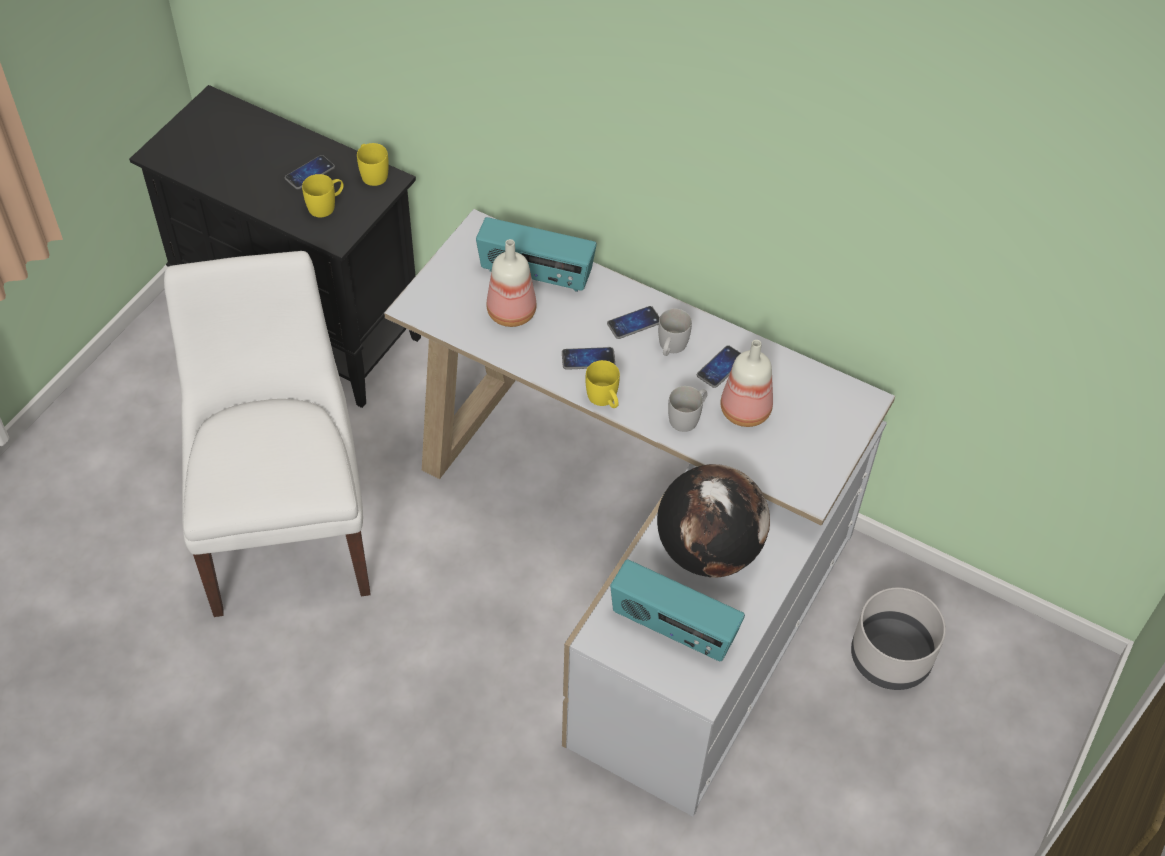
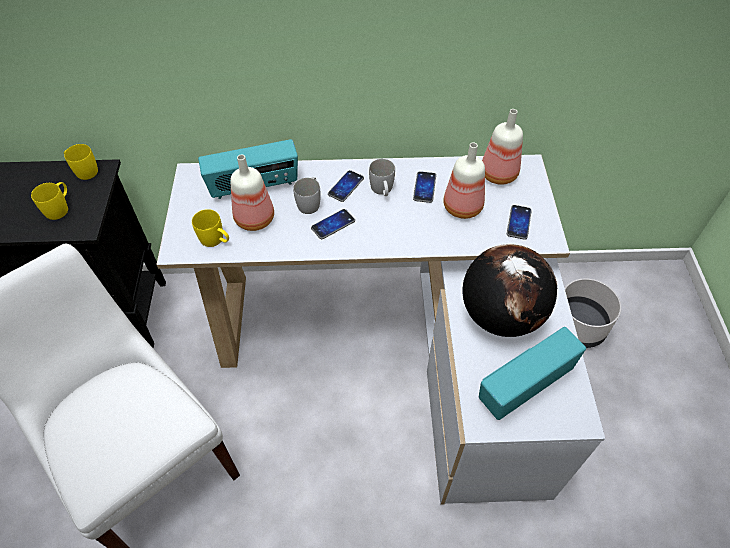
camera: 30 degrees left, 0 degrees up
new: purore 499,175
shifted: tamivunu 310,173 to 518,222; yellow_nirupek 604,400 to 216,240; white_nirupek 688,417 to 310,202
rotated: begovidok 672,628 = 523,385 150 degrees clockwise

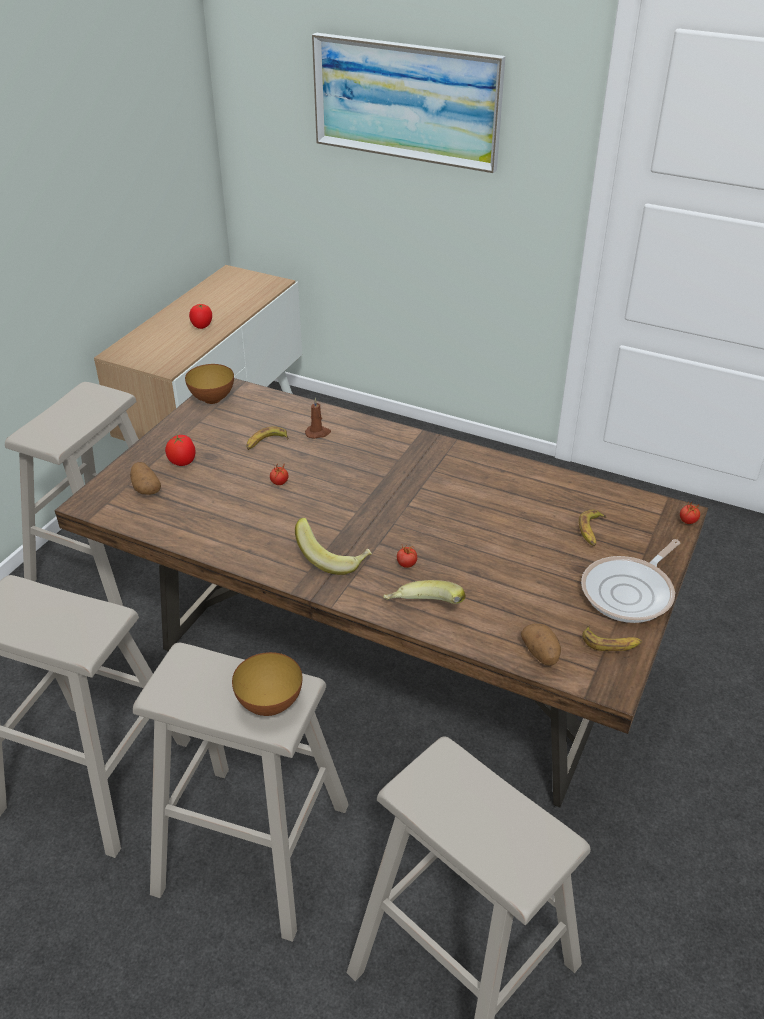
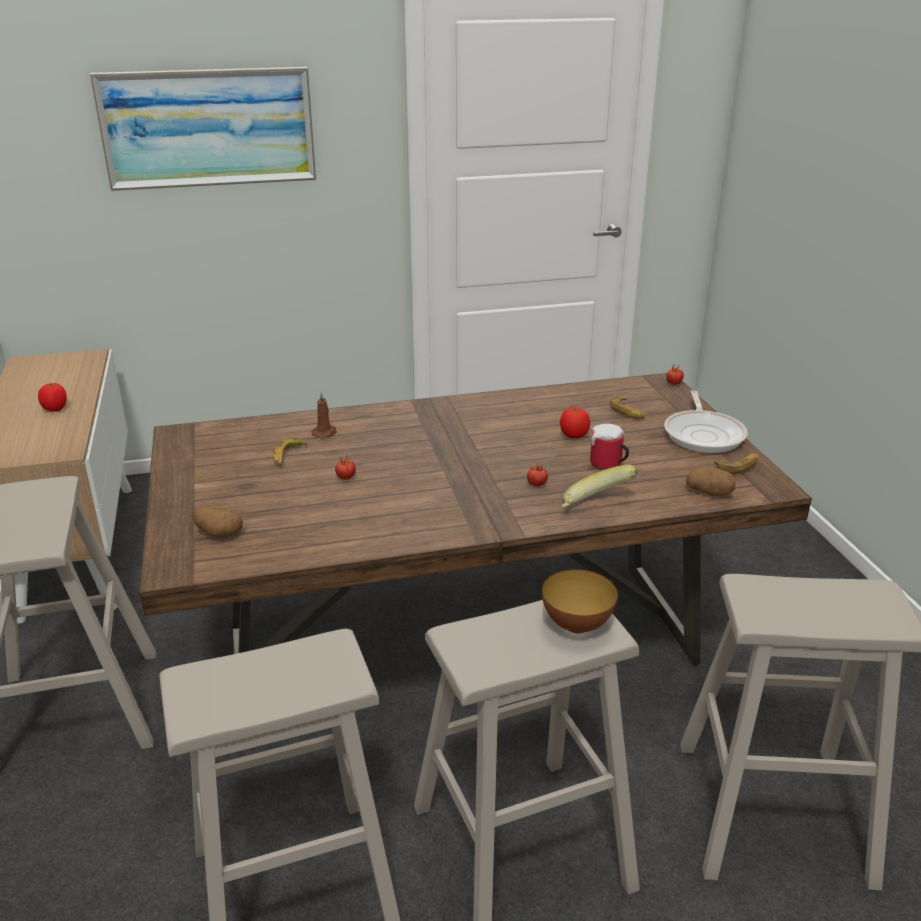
camera: 40 degrees left, 10 degrees down
gone: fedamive 212,399; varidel 333,558
new: nirupek 608,465
shifted: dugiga 182,461 to 573,436

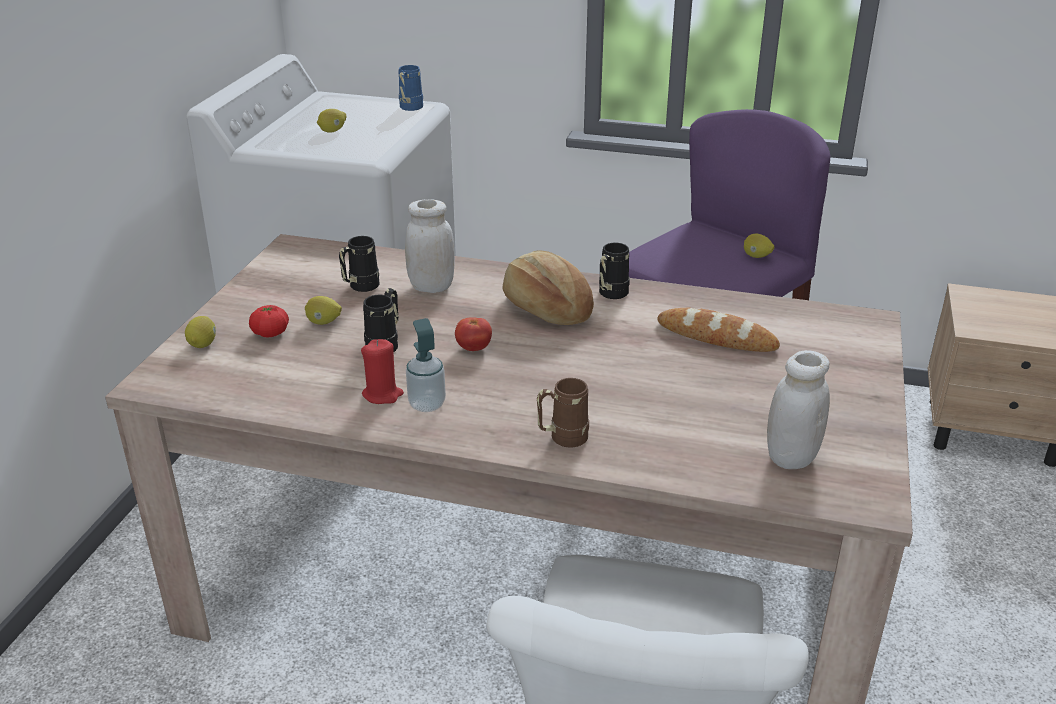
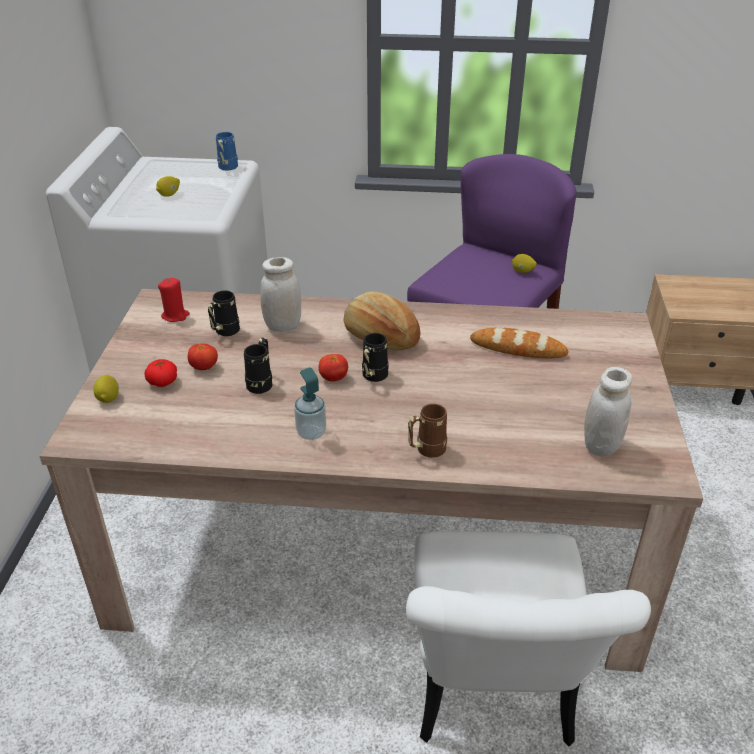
camera: 10 degrees left, 5 degrees up
shifted: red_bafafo 382,395 to 175,316; black_nirupek 610,295 to 373,377
swapped: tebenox 323,322 to dugiga 204,367

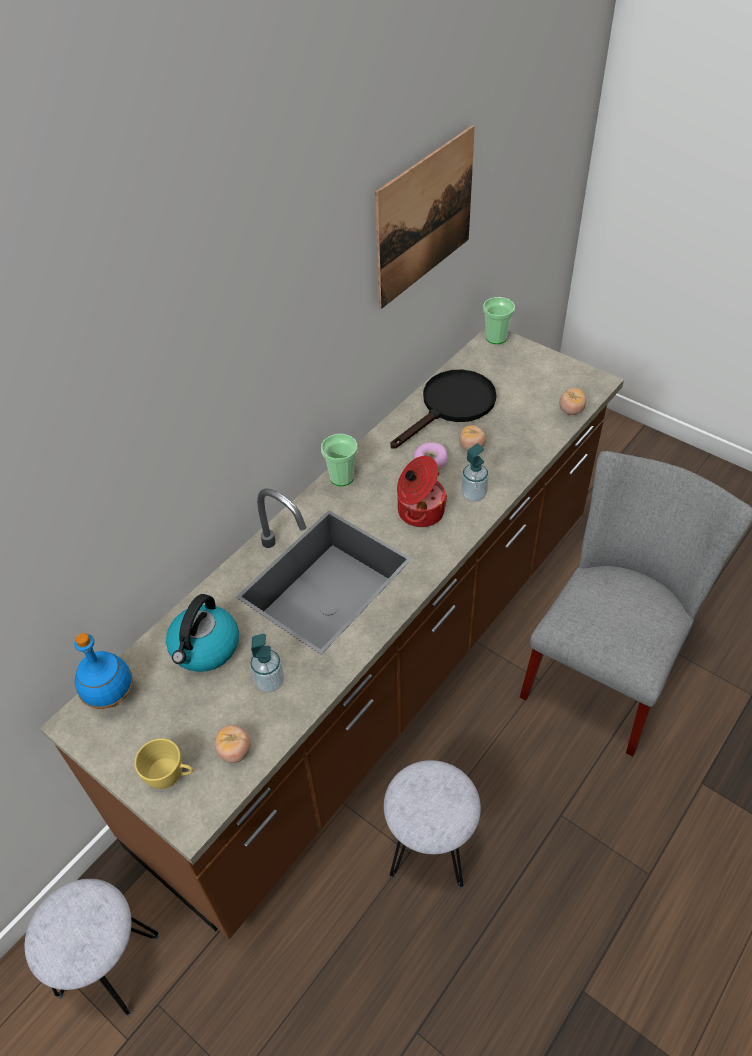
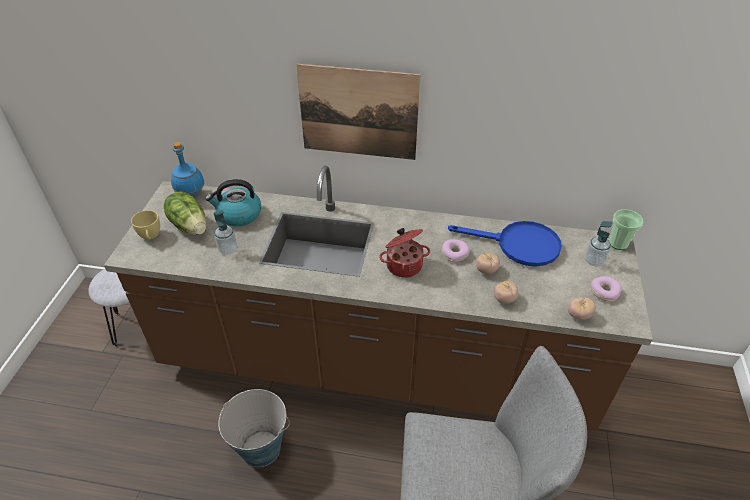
camera: 60 degrees right, 5 degrees down
gone: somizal 341,477
new: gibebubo 190,225; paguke 604,292
shifted: dugiga 235,751 to 504,299; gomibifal 425,217 to 358,113; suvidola 473,494 to 594,261
swapped: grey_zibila 430,848 to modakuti 260,448
repainted: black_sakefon 452,406 to blue_sakefon 518,245

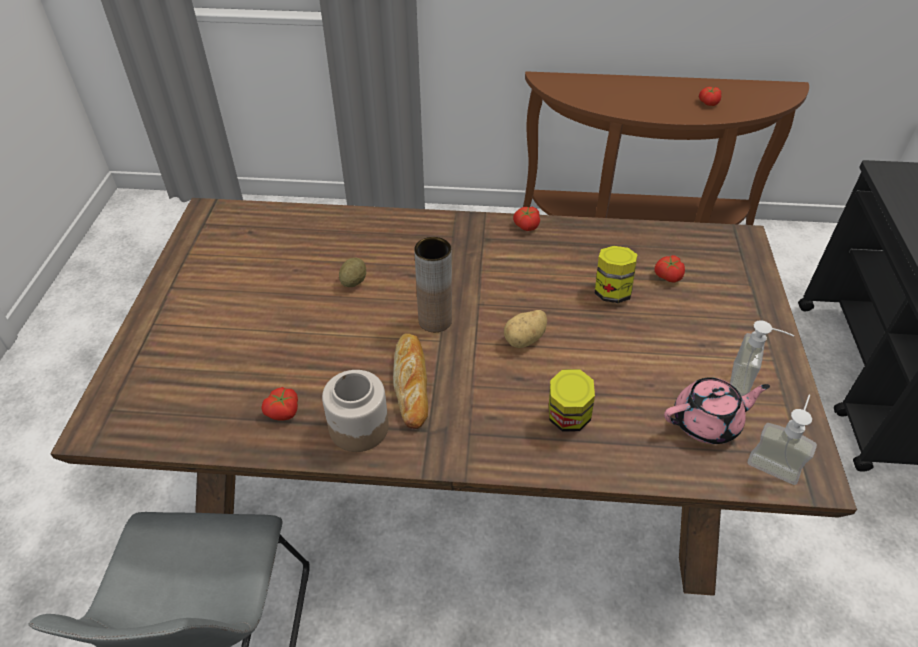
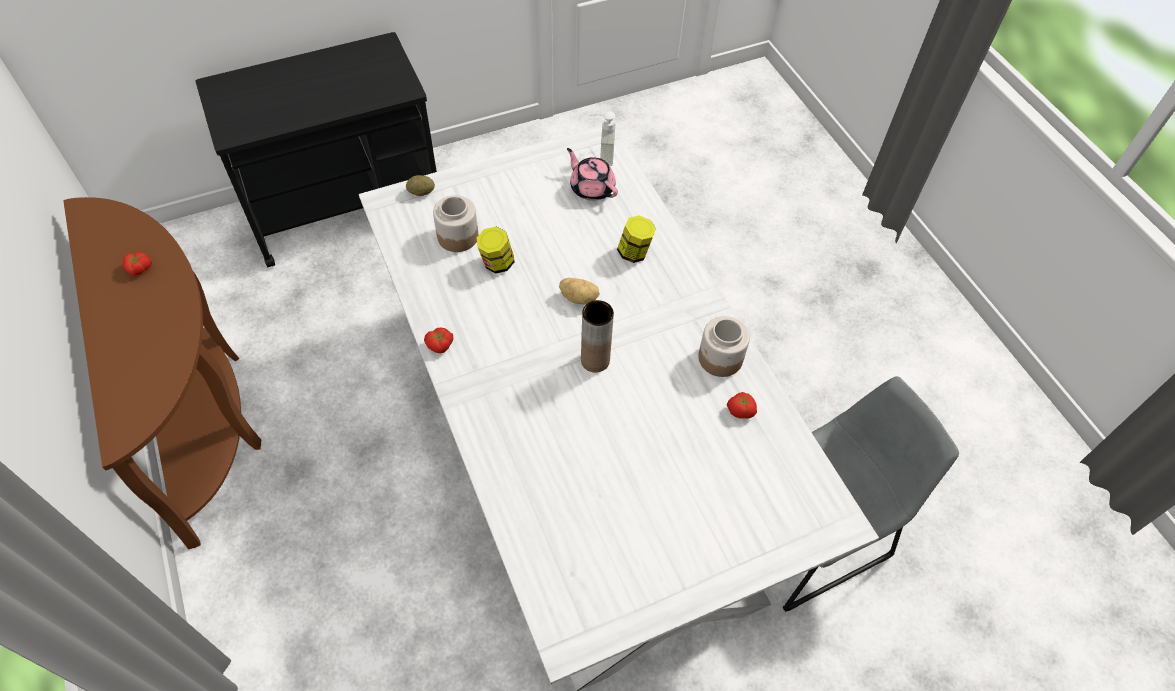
camera: 120 degrees left, 10 degrees up
gone: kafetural 411,383; suvidola 749,382
shifted: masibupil 353,281 to 421,192
swapped: dugiga 667,276 to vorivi 458,236
repainted: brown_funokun 460,471 to white_funokun 581,450

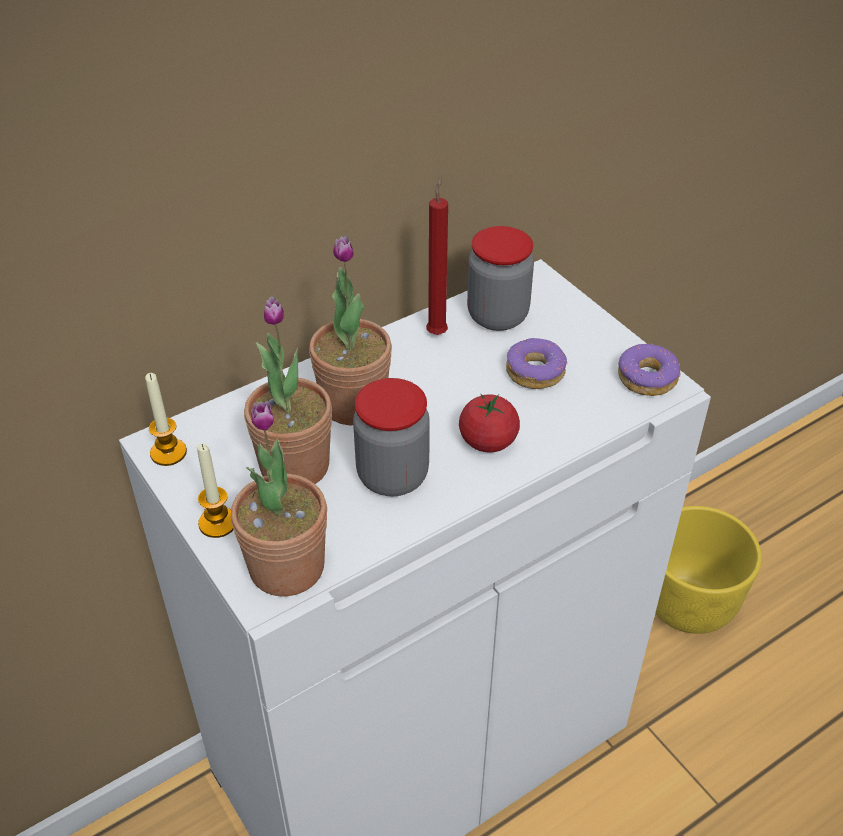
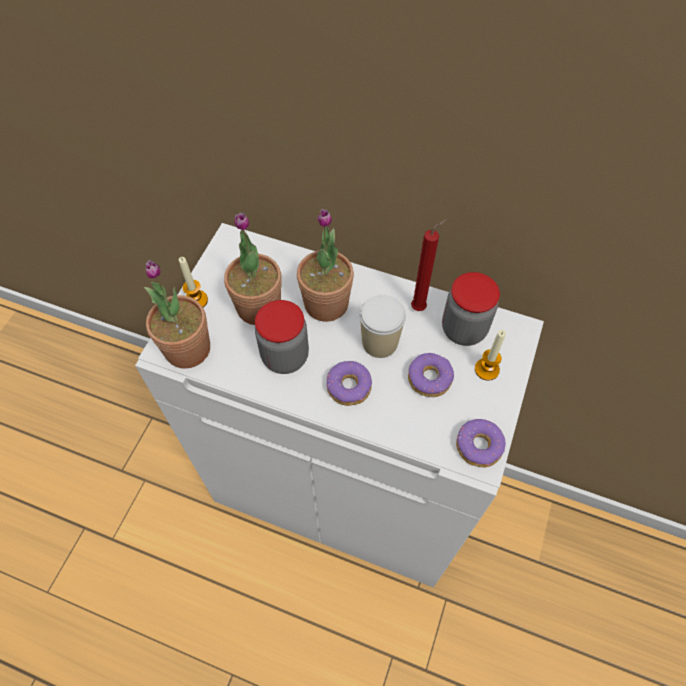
camera: 55 degrees right, 15 degrees up
gone: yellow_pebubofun 688,604
new: somizal 380,342
shifted: bafafo 168,453 to 486,369
swapped: dugiga 488,441 to paguke 349,387

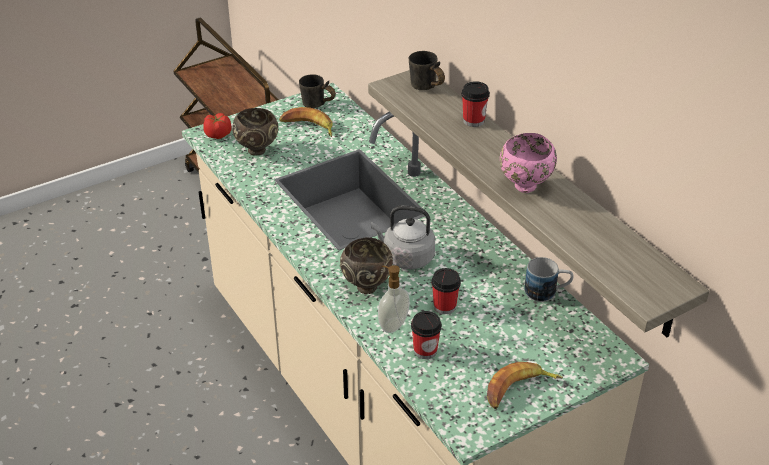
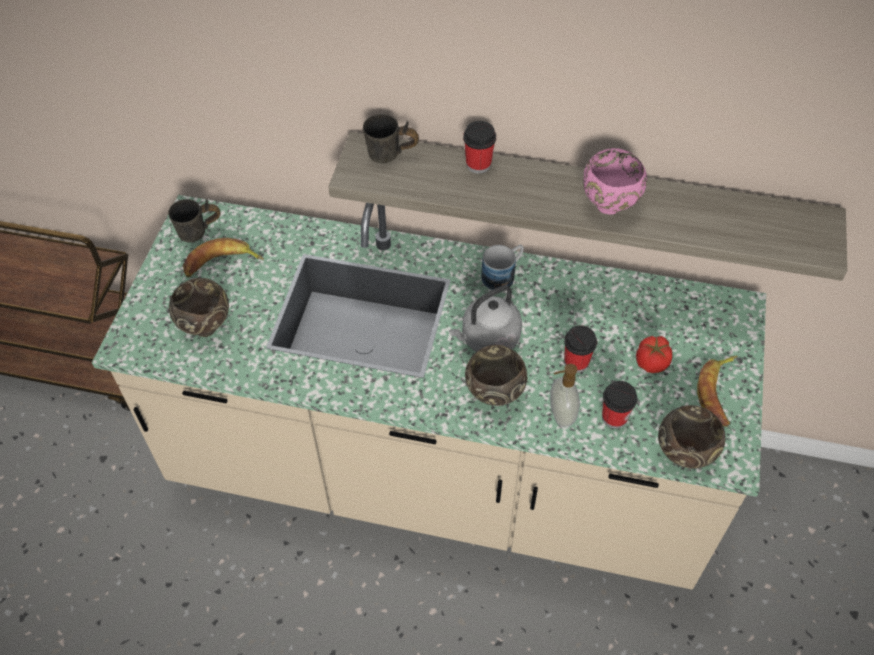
camera: 45 degrees left, 15 degrees up
new: brown_fedamive 684,455
shifted: dugiga 218,135 to 651,362; nirupek 547,292 to 503,275

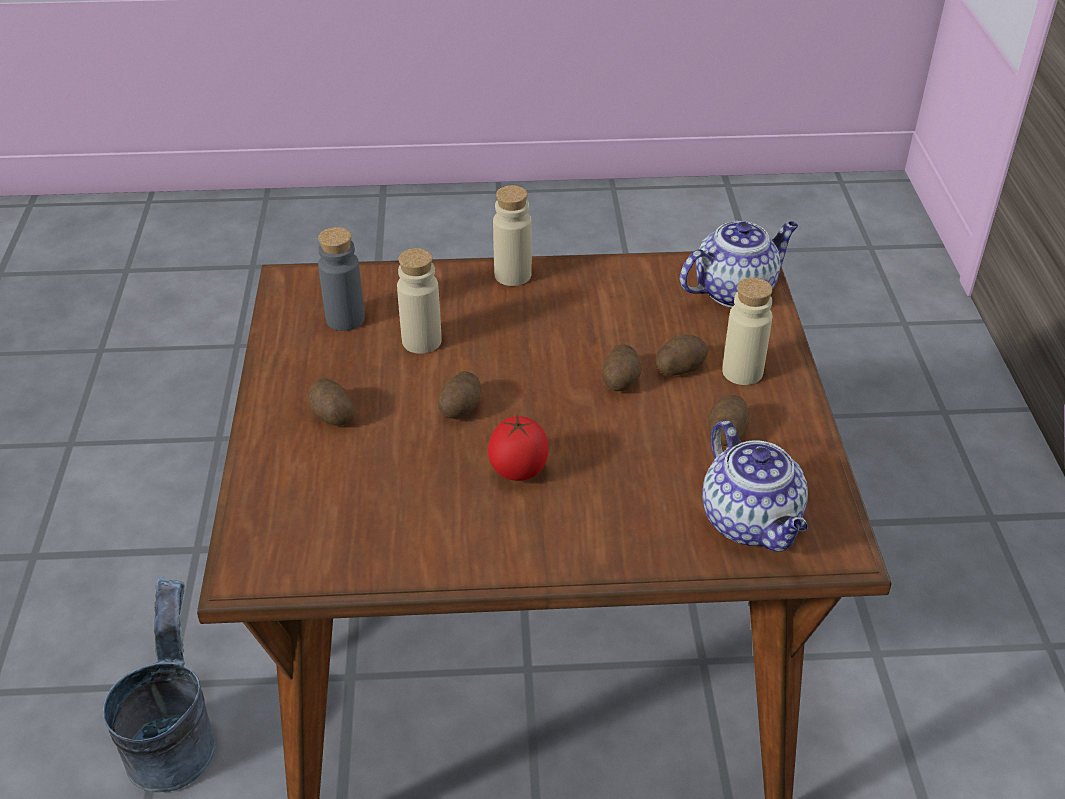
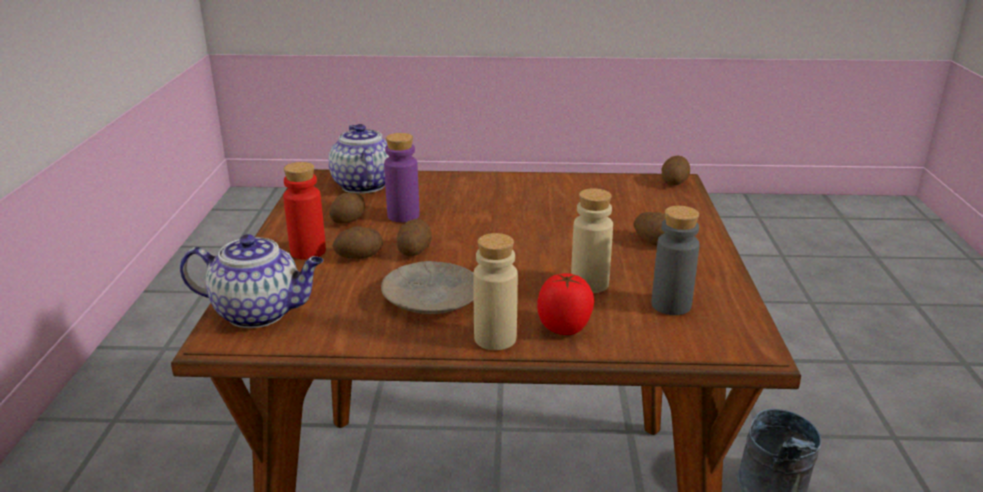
camera: 175 degrees left, 15 degrees down
new: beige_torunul 431,298; purple_purore 403,216
shifted: masibupil 461,408 to 674,181; dugiga 517,471 to 565,328
repainted: beige_purore 742,372 to red_purore 308,251
rotated: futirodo 735,290 = 260,312 150 degrees counterclockwise

